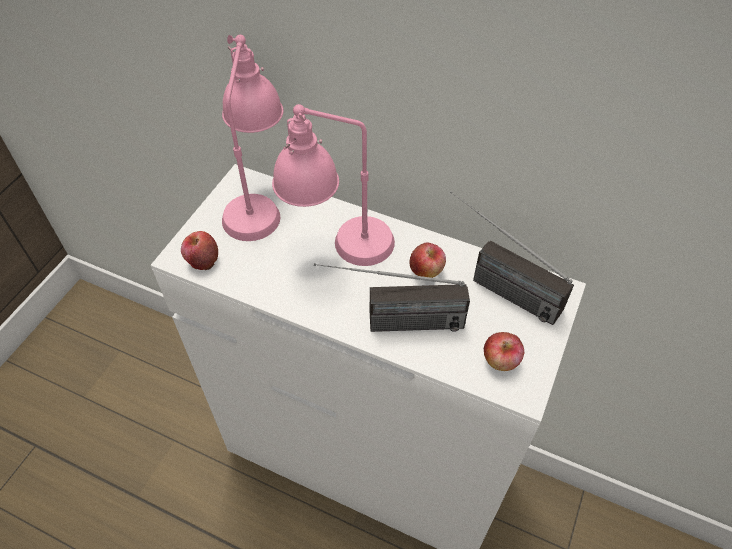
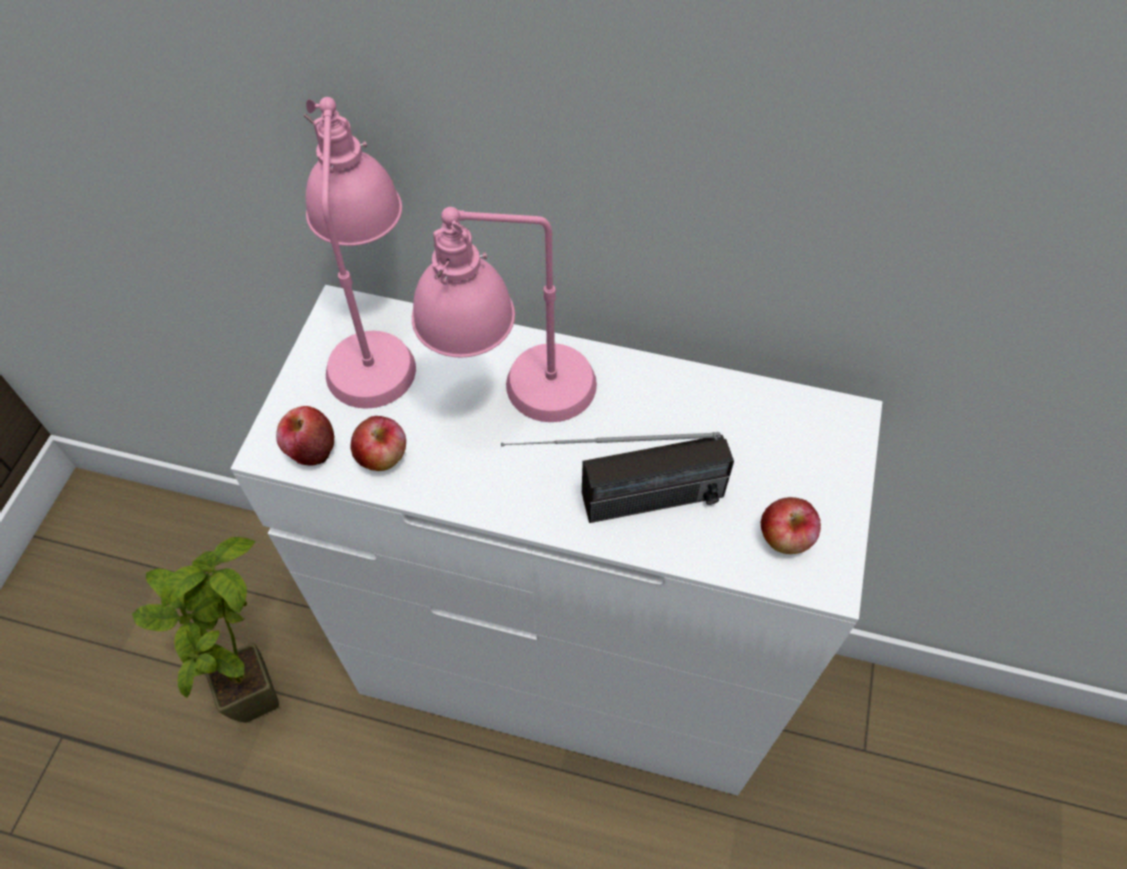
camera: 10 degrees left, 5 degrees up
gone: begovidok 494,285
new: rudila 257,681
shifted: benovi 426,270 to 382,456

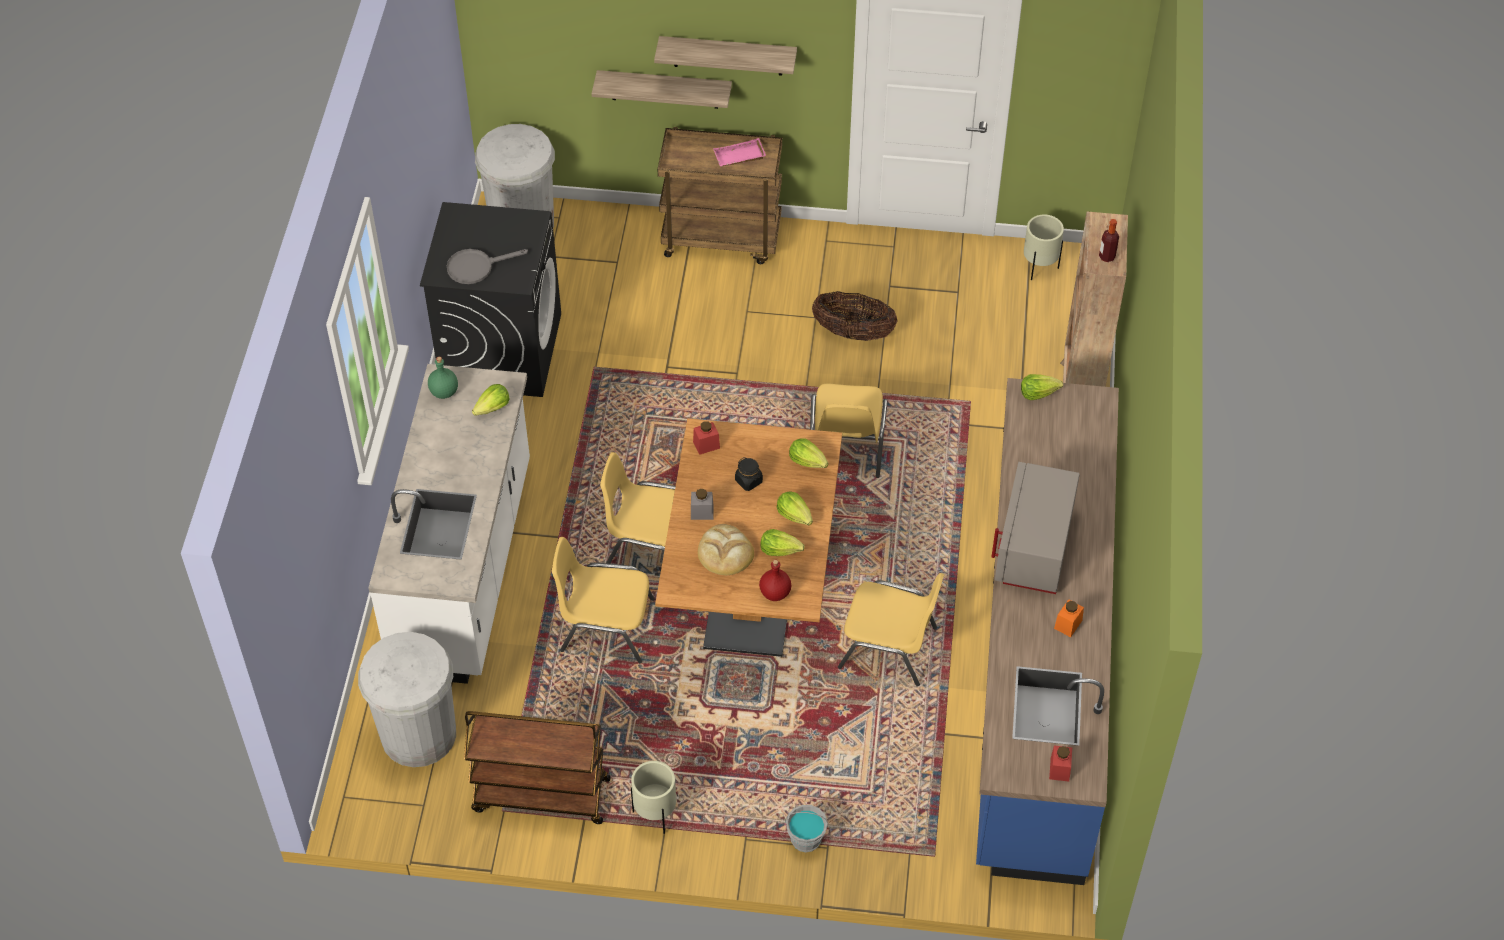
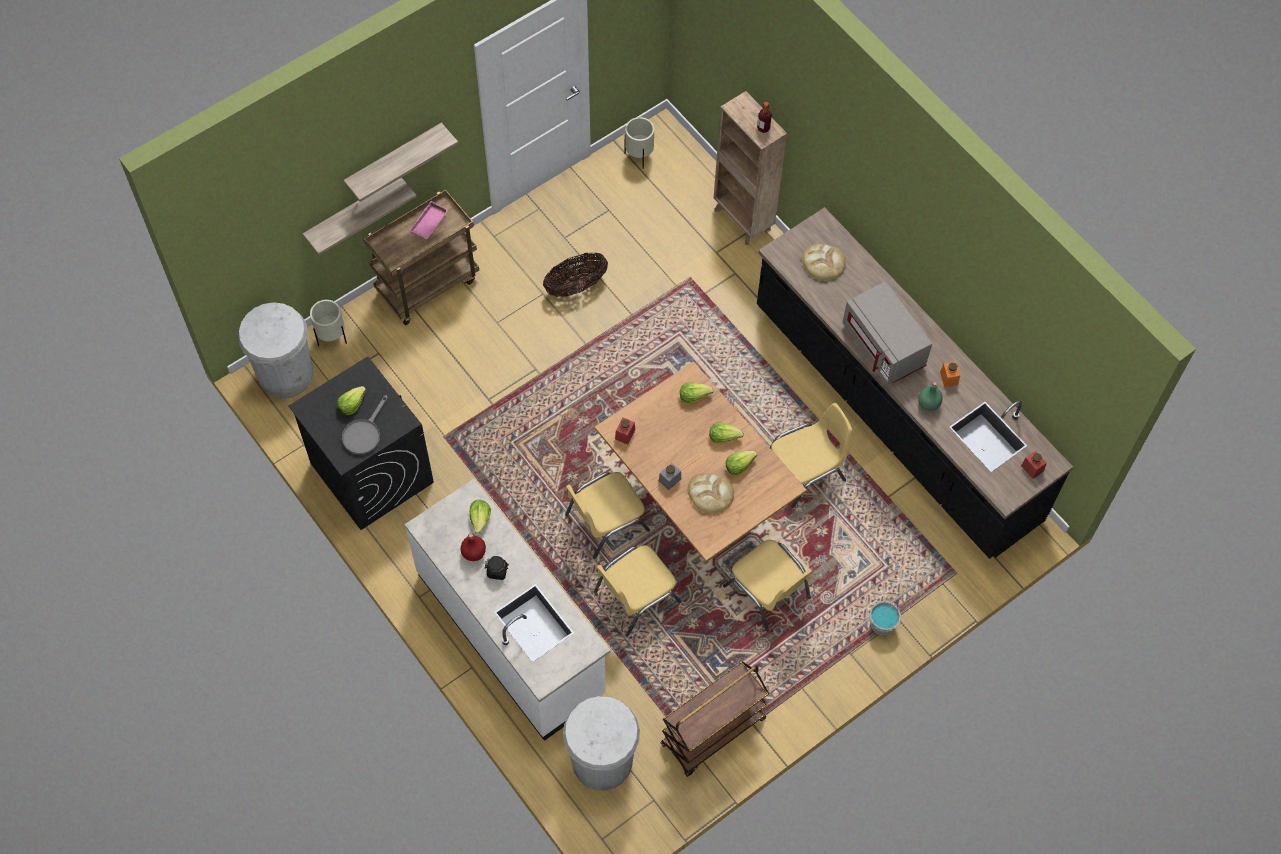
camera: 45 degrees left, 10 degrees up
new: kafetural 823,263
shifted: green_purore 444,392 to 928,403; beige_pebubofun 655,815 to 332,338; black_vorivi 749,481 to 497,571; red_purore 774,593 to 473,553; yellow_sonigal 846,446 to 768,592; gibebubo 1038,392 to 352,404
repainted: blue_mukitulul 1037,667 to black_mukitulul 894,414

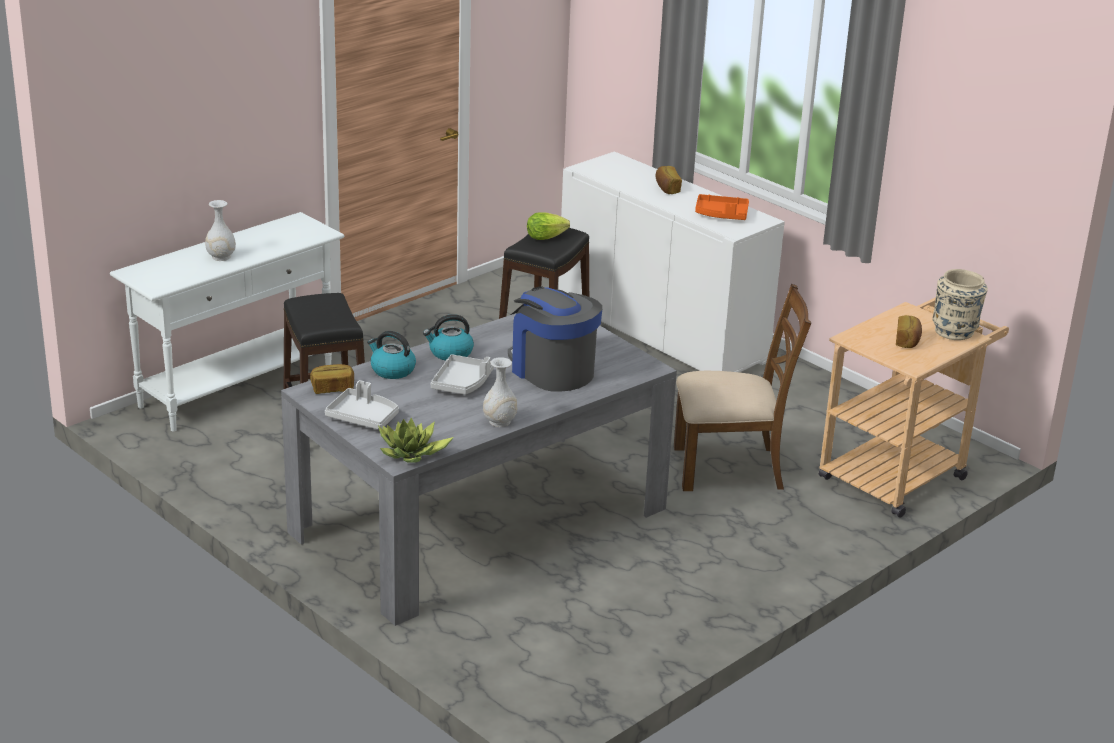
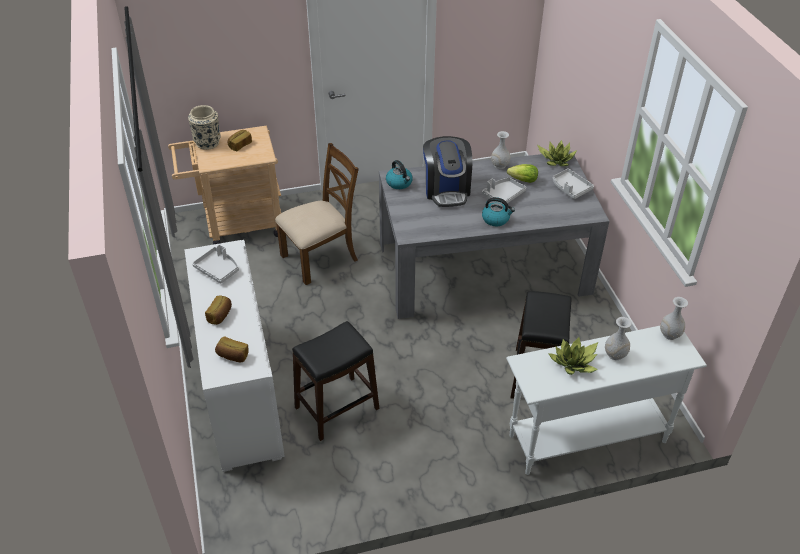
camera: 150 degrees left, 15 degrees up
new: rudila 574,363; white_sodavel 670,334
shifted: kafetural 332,388 to 233,356; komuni 392,370 to 399,183; gibebubo 545,237 to 523,180
repainted: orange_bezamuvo 721,215 to grey_bezamuvo 218,269
rotated: brown_sonigal 729,468 = 320,257 120 degrees clockwise

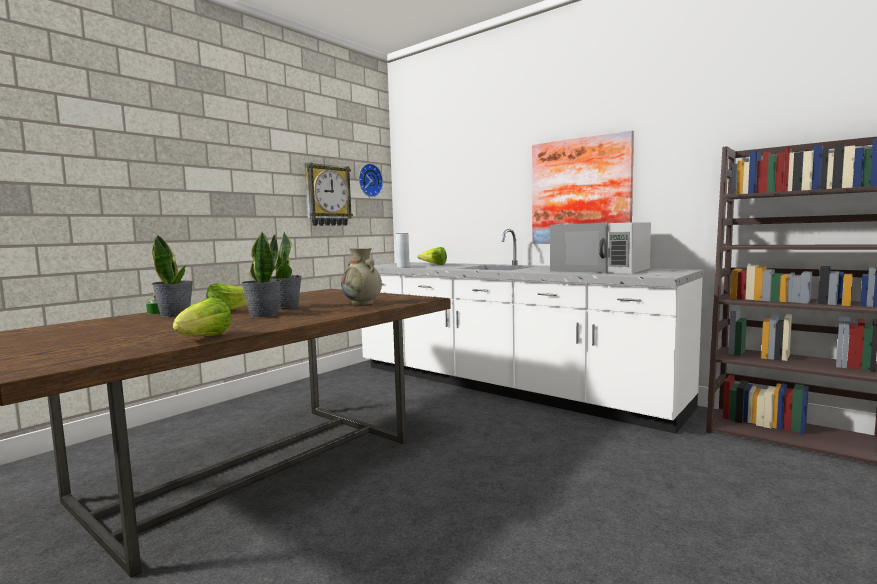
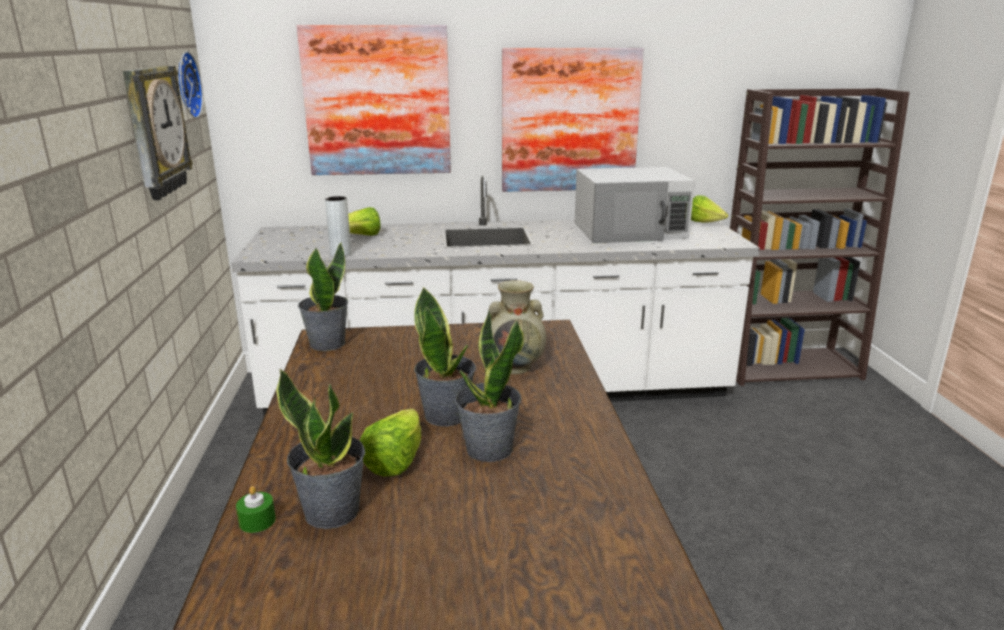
camera: 45 degrees left, 15 degrees up
new: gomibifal 377,101; rudila 327,343
shifted: gibebubo 204,338 to 704,223

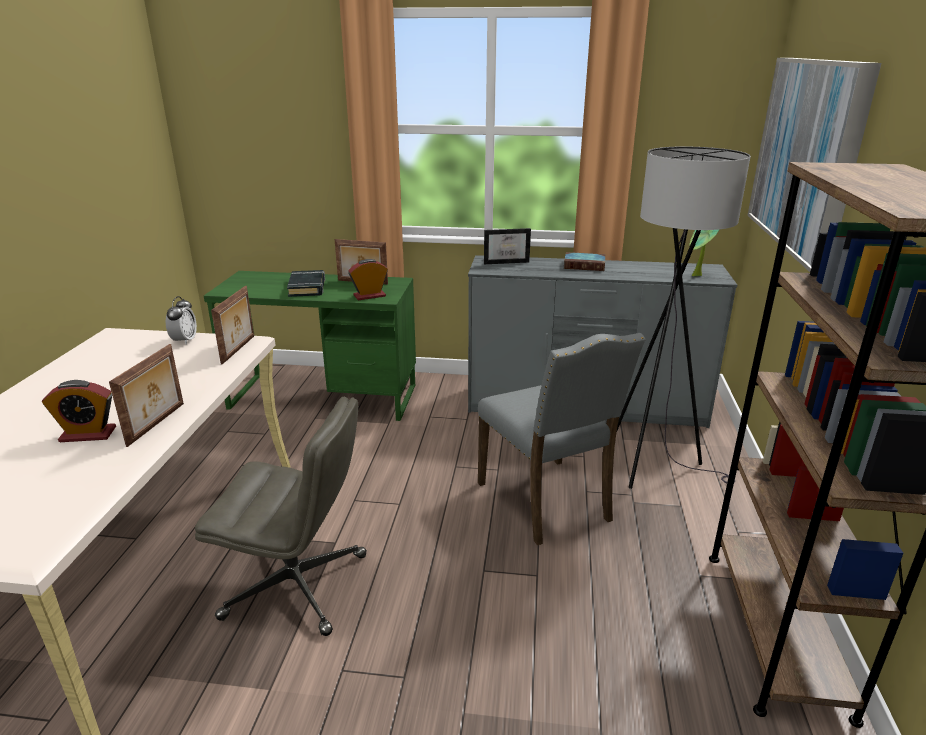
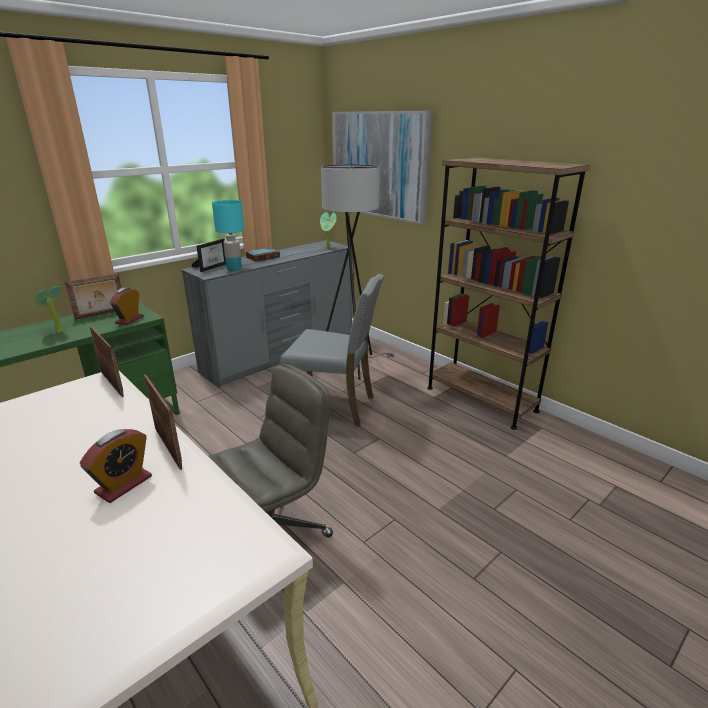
camera: 50 degrees left, 0 degrees up
gone: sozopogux 184,341
new: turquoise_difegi 233,268
swapped: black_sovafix 307,287 to rudila 57,332

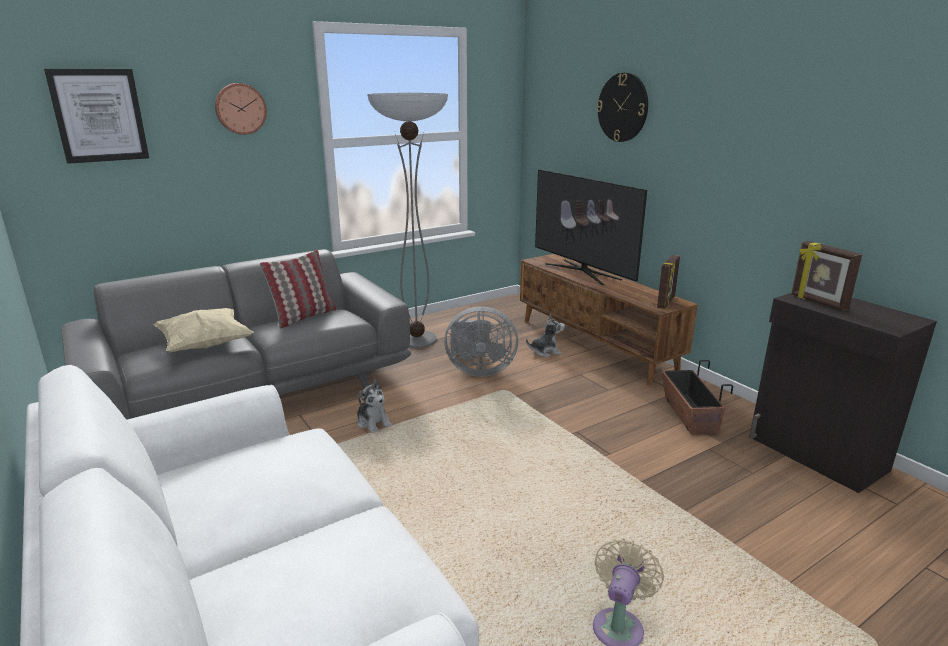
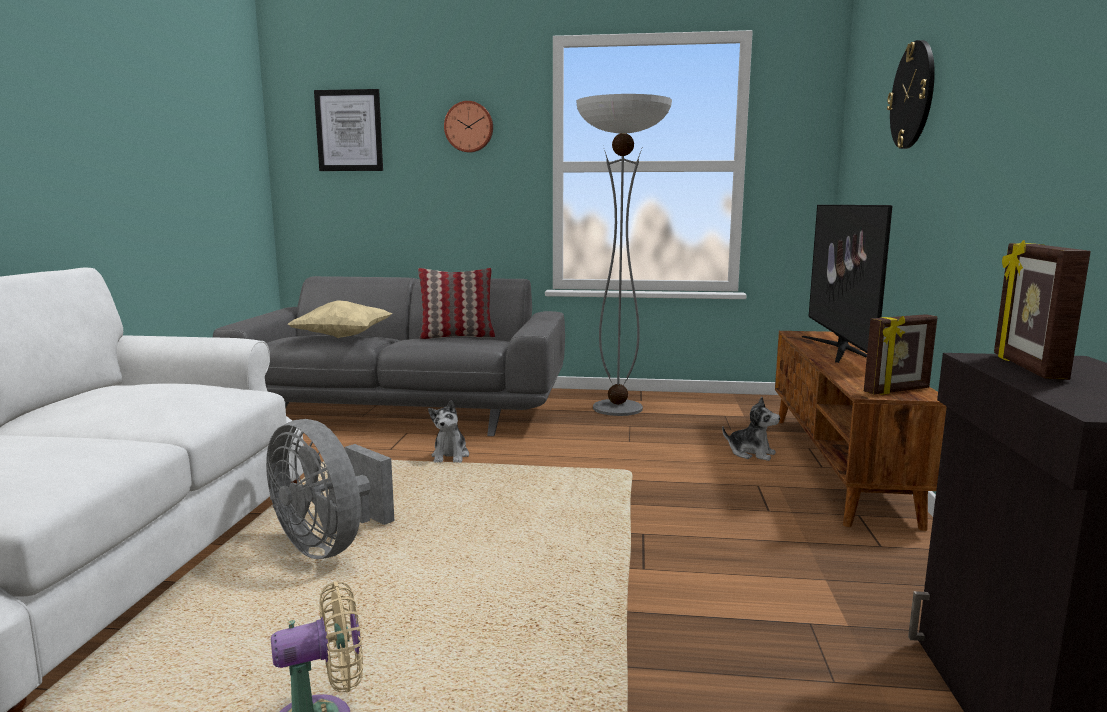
camera: 40 degrees right, 10 degrees down
gone: pebubofun 689,415
shifted: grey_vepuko 478,370 to 330,545

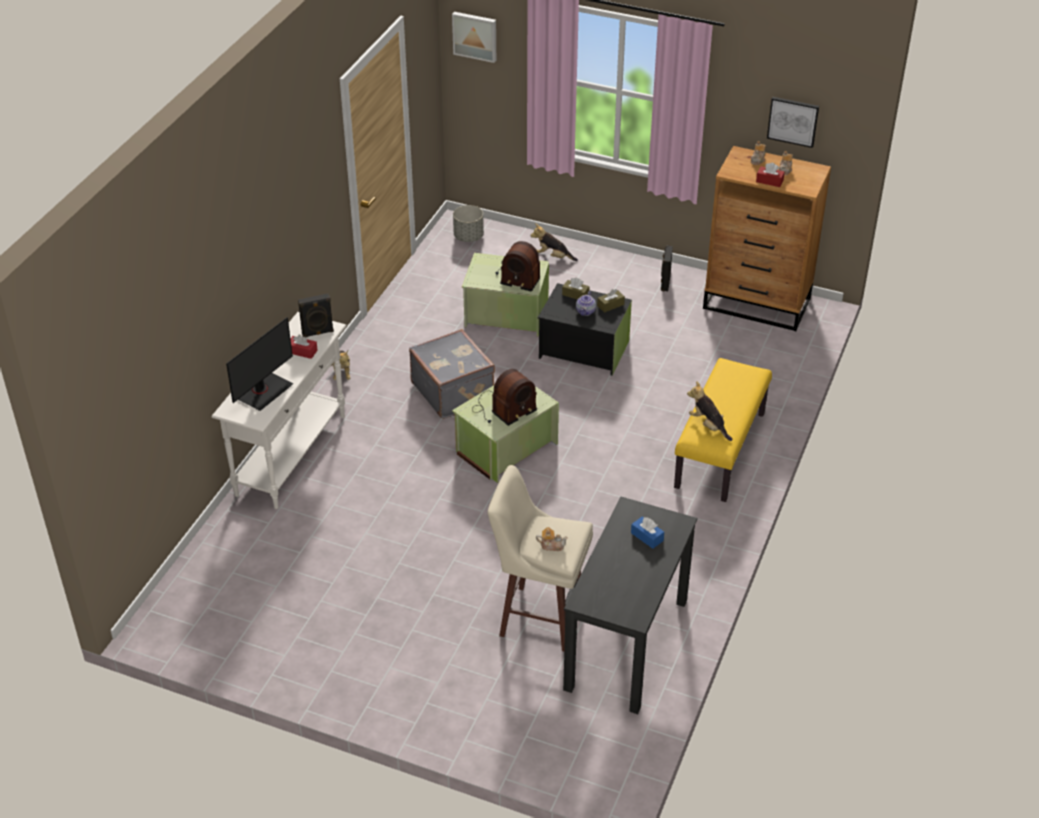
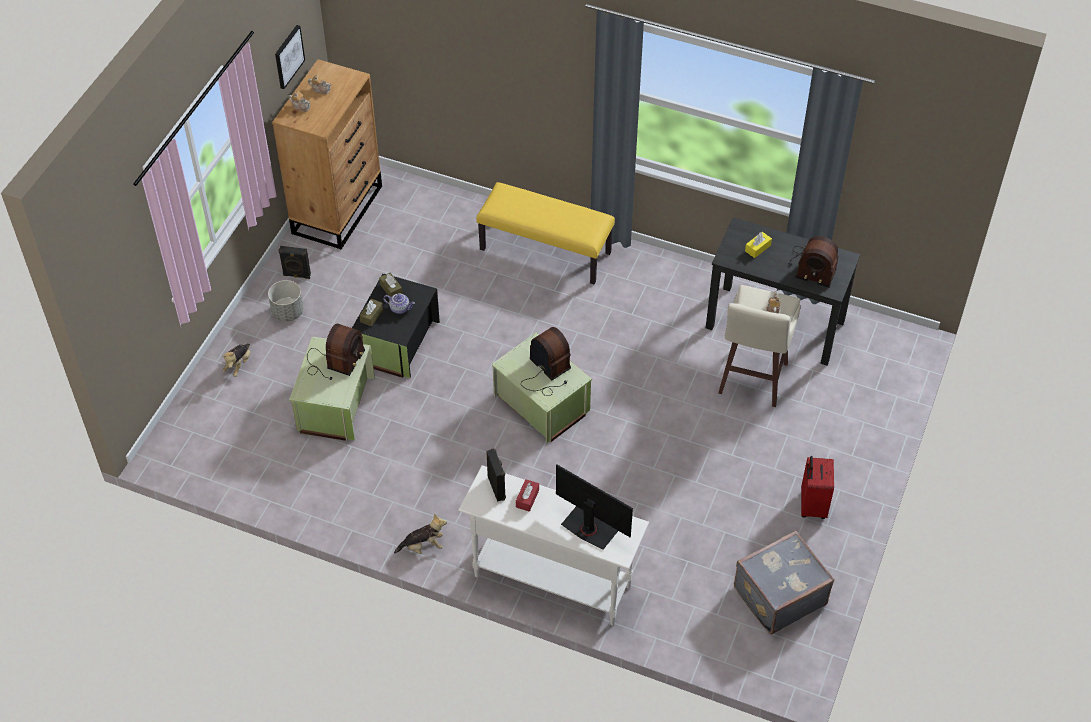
camera: 90 degrees left, 10 degrees up
gone: gomibifal 475,36; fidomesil 708,425; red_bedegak 769,181
new: begovidok 812,266; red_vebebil 811,505
shifted: grey_vebebil 453,391 to 778,595; grey_pebubofun 468,237 to 287,312
repainted: blue_bedegak 647,537 to yellow_bedegak 757,248

